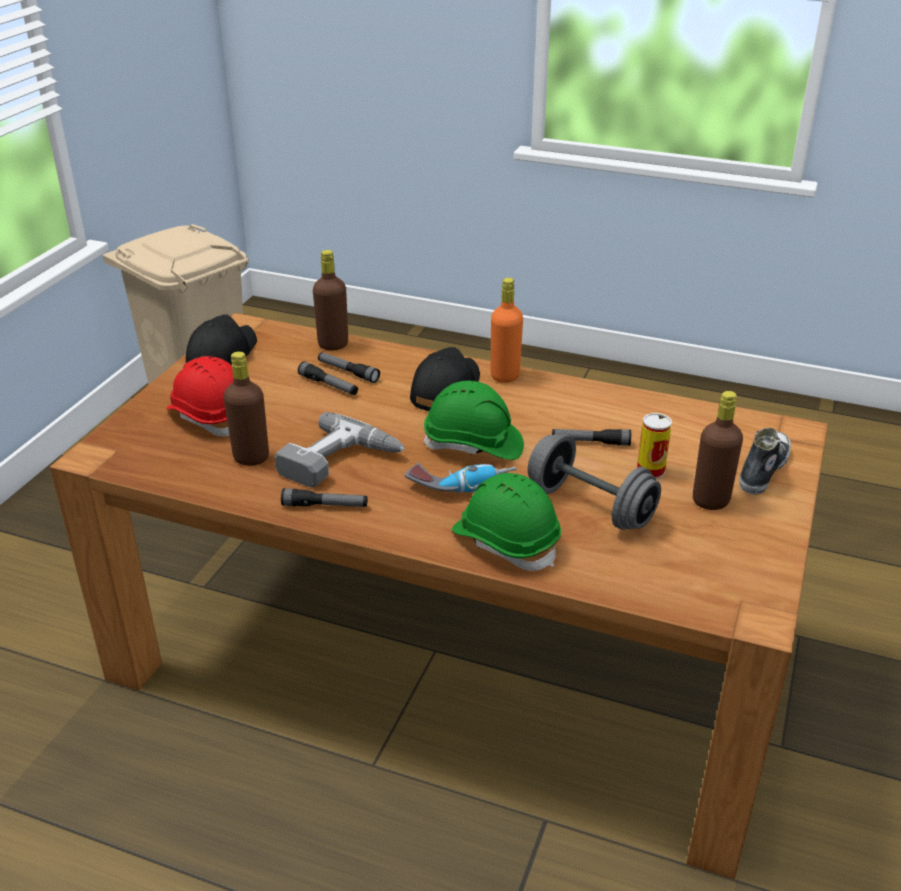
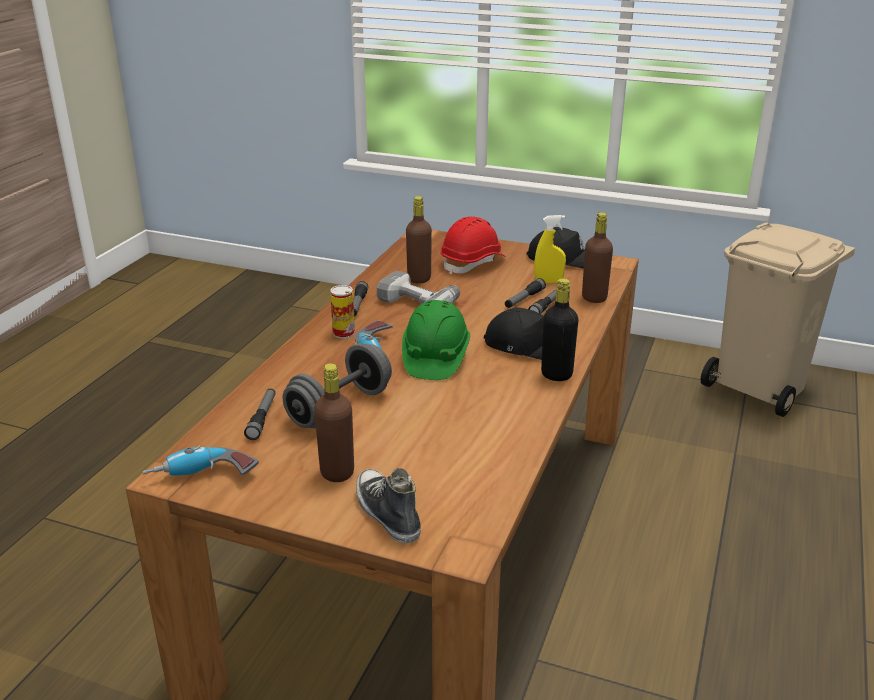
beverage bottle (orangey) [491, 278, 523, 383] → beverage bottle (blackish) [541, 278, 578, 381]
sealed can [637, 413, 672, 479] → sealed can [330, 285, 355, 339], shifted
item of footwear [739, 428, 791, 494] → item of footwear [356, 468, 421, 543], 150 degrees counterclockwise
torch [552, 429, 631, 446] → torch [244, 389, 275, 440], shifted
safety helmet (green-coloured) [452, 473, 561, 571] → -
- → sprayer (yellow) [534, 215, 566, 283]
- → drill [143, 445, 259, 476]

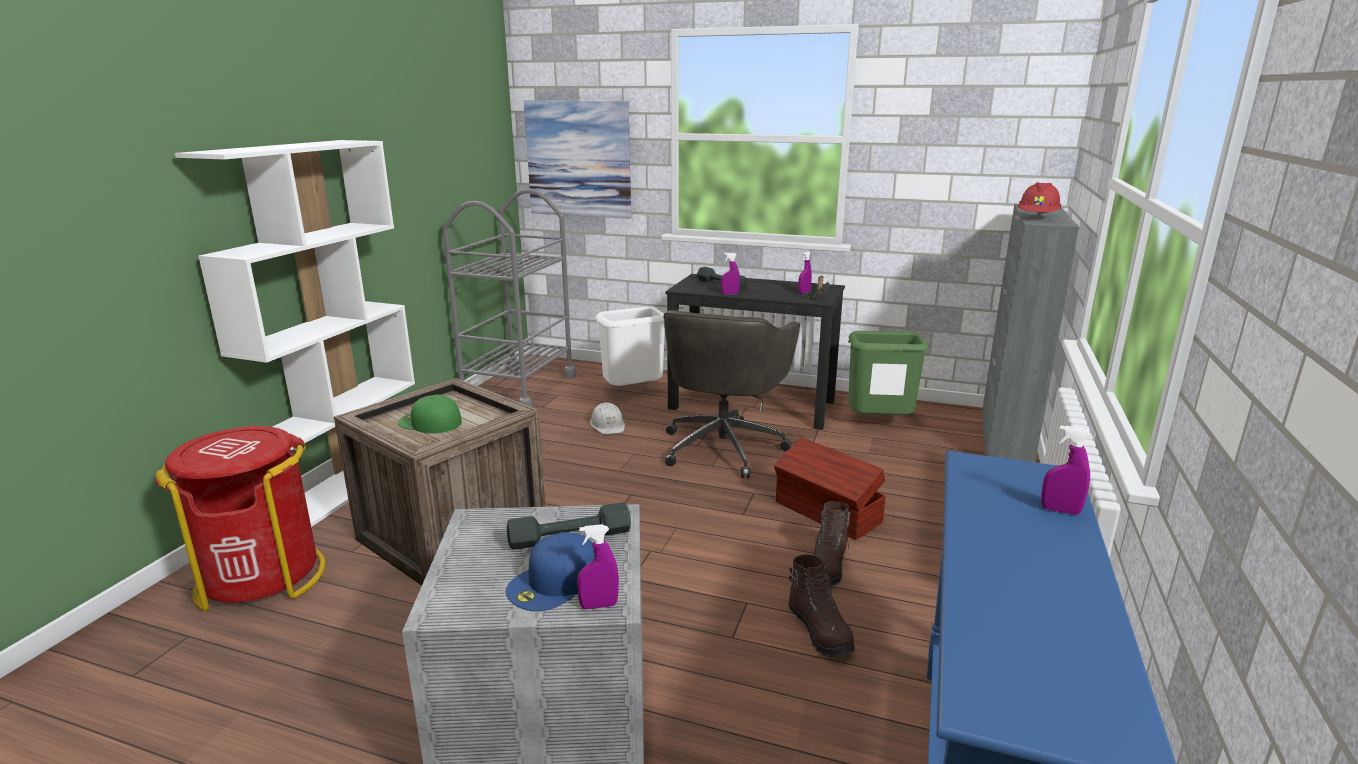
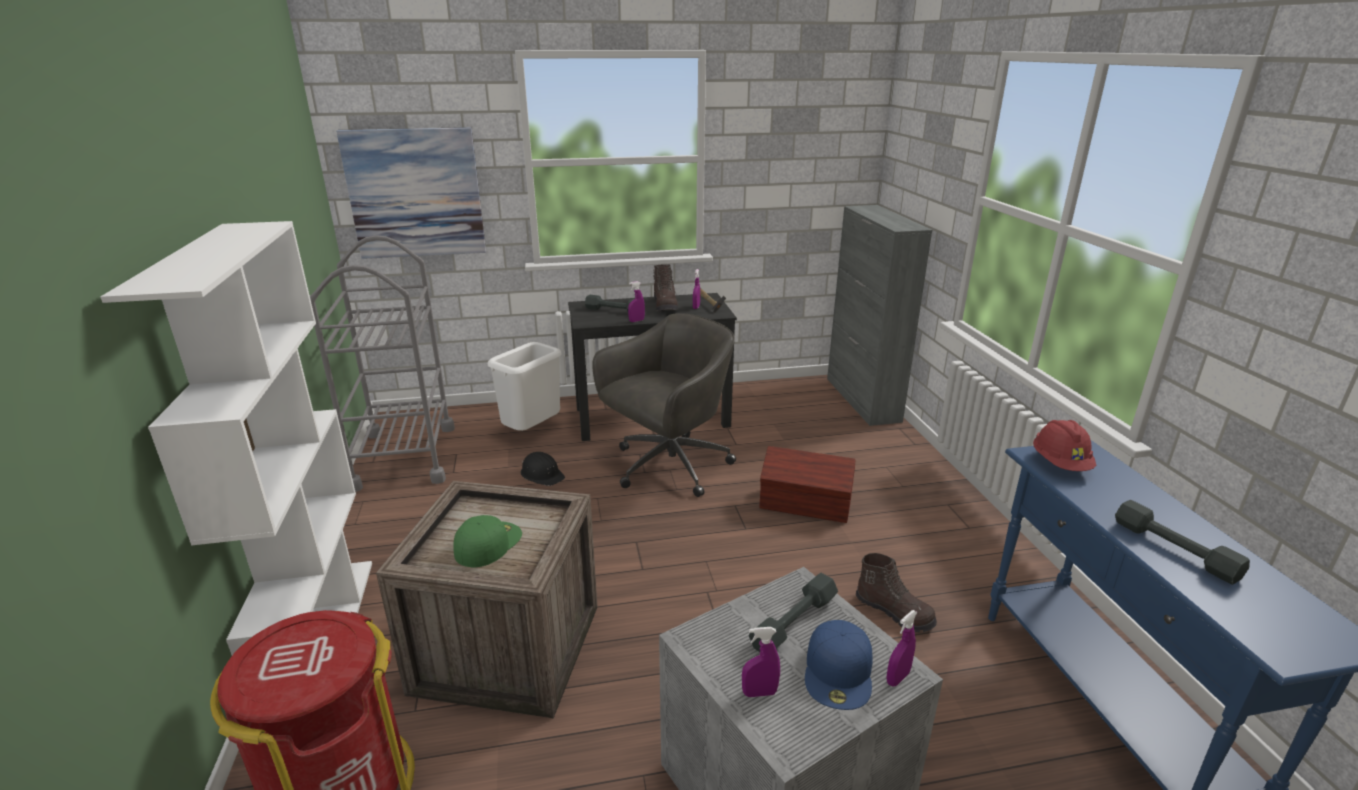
safety helmet (red) [1018, 182, 1062, 215] → safety helmet (red) [1033, 420, 1096, 471], shifted
computer chair (grey) [664, 310, 800, 478] → computer chair (grey) [592, 313, 736, 497], 120 degrees counterclockwise
waste bin (green-coloured) [848, 331, 928, 415] → -
baseball cap (green-coloured) [398, 395, 462, 433] → baseball cap (green-coloured) [453, 515, 522, 567], 120 degrees clockwise
safety helmet (white) [590, 402, 625, 434] → safety helmet (blackish) [521, 452, 565, 486]
sprayer (purple-coloured) [1041, 426, 1091, 515] → sprayer (purple-coloured) [742, 627, 780, 697], shifted
boot (brown) [813, 501, 851, 586] → boot (brown) [653, 264, 678, 311], shifted
- → free weight (grey) [1115, 500, 1250, 585]

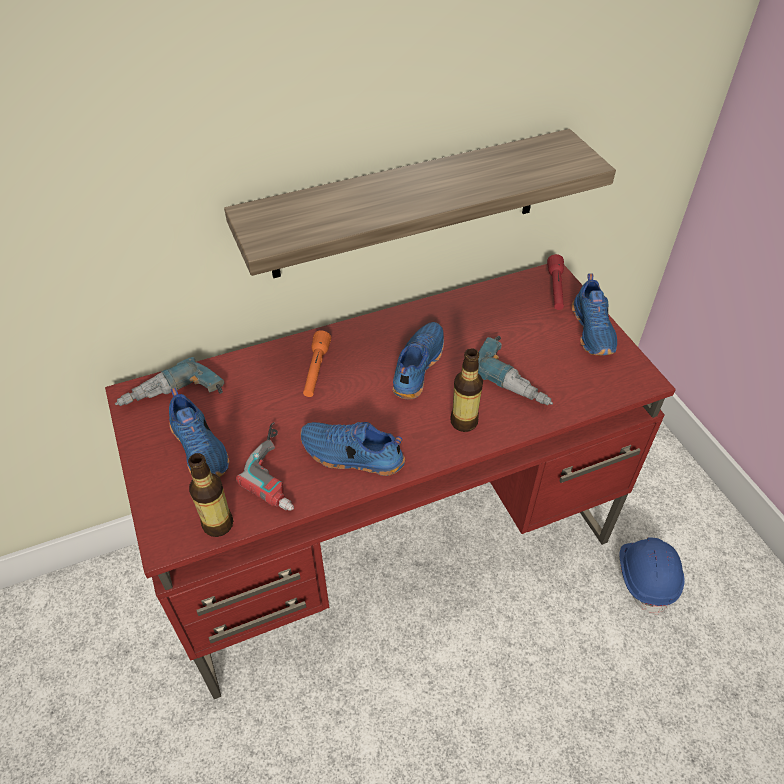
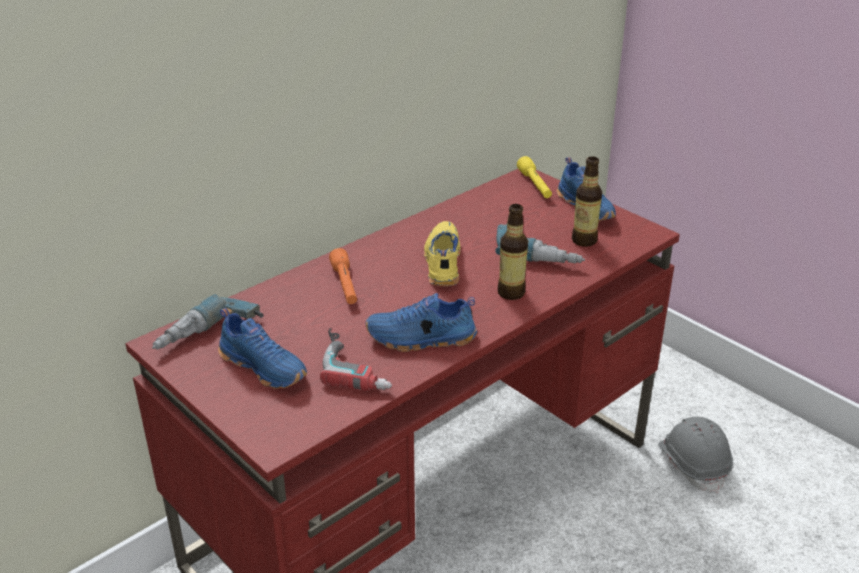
wall shelf [224, 129, 616, 278] → -
torch (red) [547, 254, 564, 310] → torch (yellow) [517, 156, 552, 198]
item of footwear (blue) [392, 322, 444, 399] → item of footwear (yellow) [424, 221, 461, 286]
beverage bottle [188, 453, 234, 537] → beverage bottle [572, 156, 602, 247], shifted
safety helmet (blue) [619, 538, 685, 615] → safety helmet (grey) [658, 417, 733, 493]

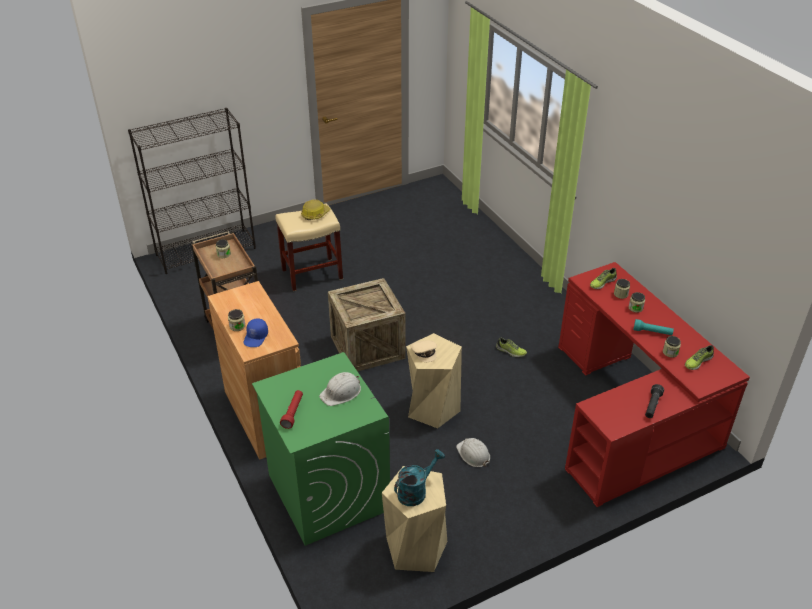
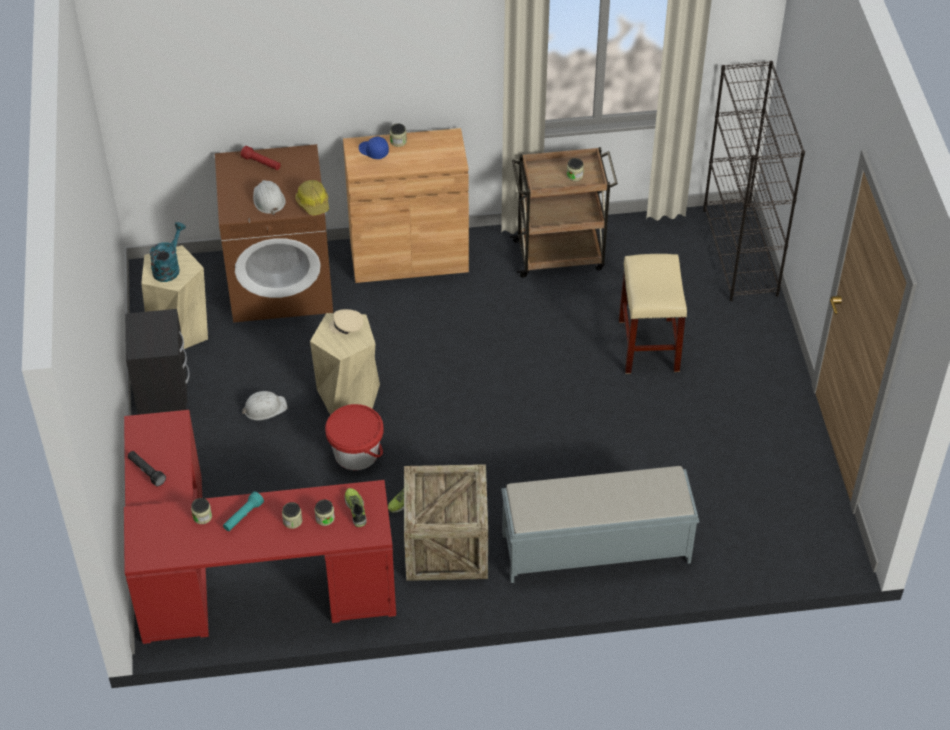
safety helmet [301, 199, 331, 220] → safety helmet [295, 180, 329, 215], shifted
crate [328, 278, 406, 372] → crate [404, 464, 488, 581], shifted
item of footwear [685, 345, 714, 370] → -
laundry appliance (green-coloured) [252, 352, 390, 546] → laundry appliance (brown) [215, 144, 333, 323]
sprinkling can (turquoise-coloured) [394, 449, 445, 506] → sprinkling can (turquoise-coloured) [150, 222, 186, 282], 135 degrees counterclockwise
- → bedside table (blackish) [125, 309, 190, 415]
- → bucket (red) [325, 404, 383, 470]
- → indoor bench (grey) [501, 466, 699, 583]

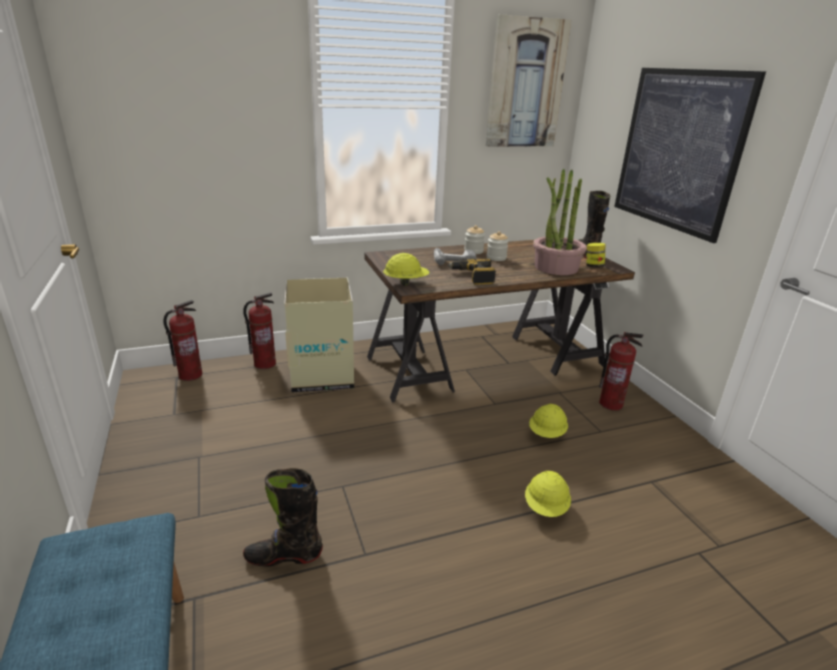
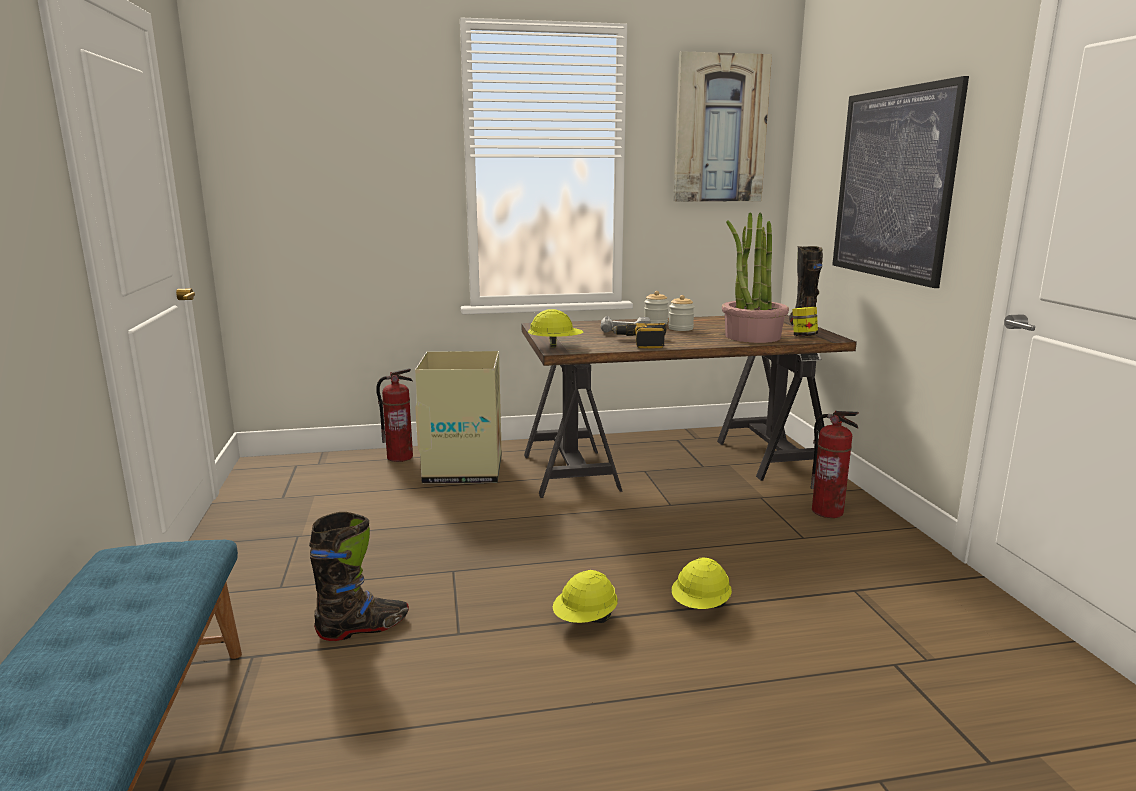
fire extinguisher [163, 300, 202, 381] → -
safety helmet (yellow) [529, 404, 568, 438] → safety helmet (yellow) [553, 570, 618, 623], shifted
boot (blackish) [243, 468, 323, 566] → boot (blackish) [309, 512, 409, 641], 150 degrees clockwise

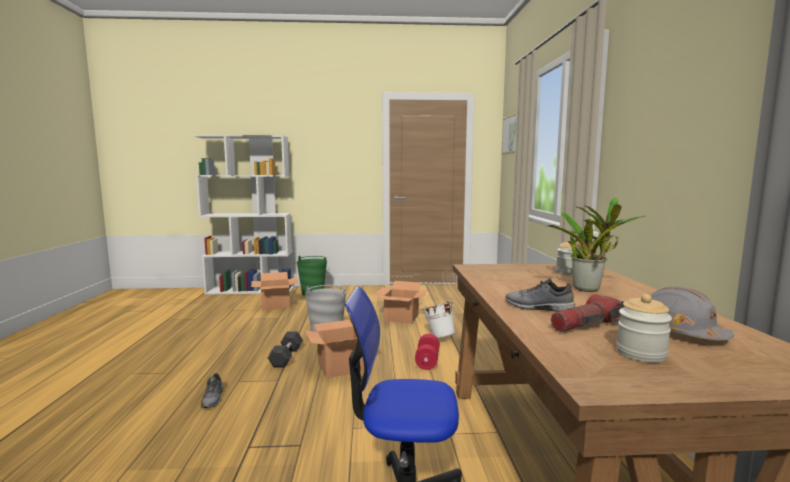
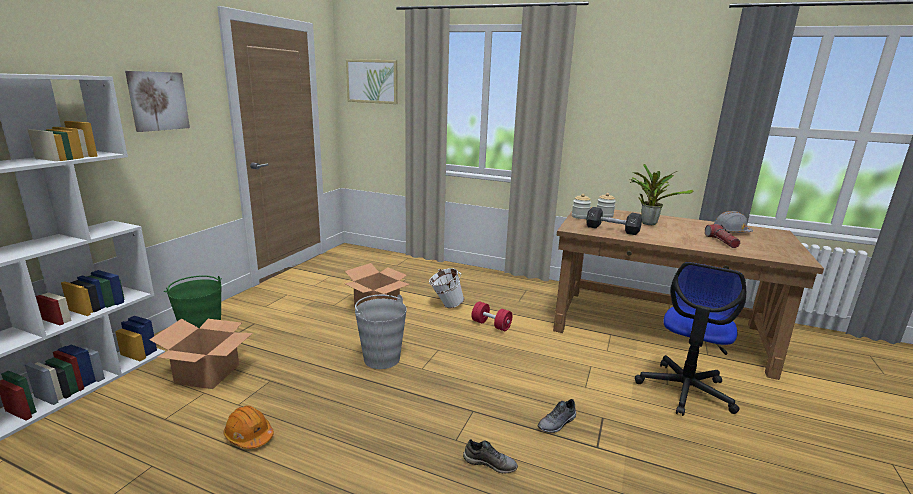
item of footwear (grey) [505, 278, 575, 312] → item of footwear (grey) [538, 399, 576, 433], shifted
preserve jar [616, 294, 672, 363] → preserve jar [572, 194, 591, 219], shifted
cardboard box [305, 320, 364, 378] → -
free weight (blackish) [268, 331, 303, 368] → free weight (blackish) [586, 207, 642, 235], shifted
- → wall art [125, 71, 190, 132]
- → safety helmet (orangey) [223, 406, 274, 449]

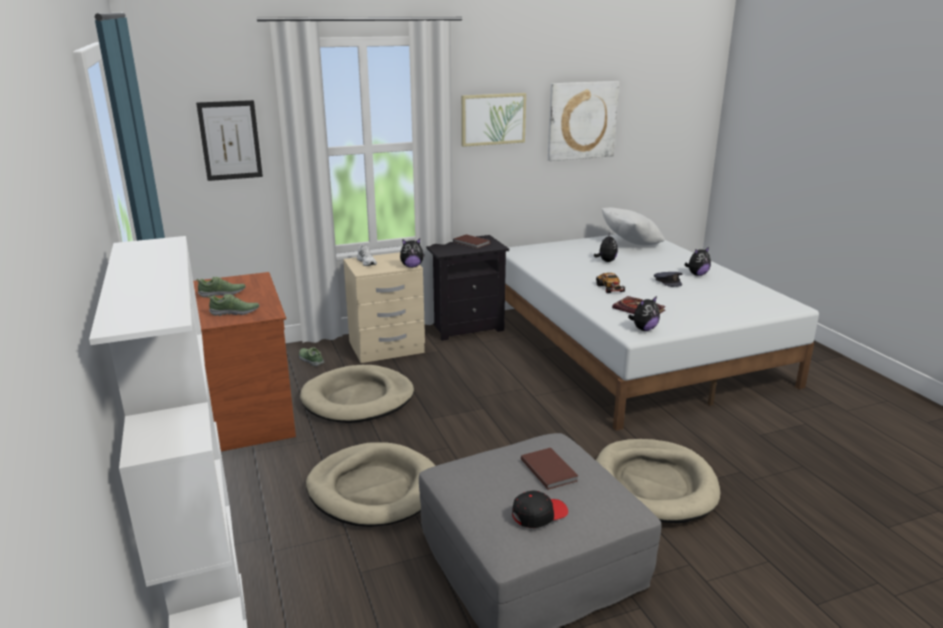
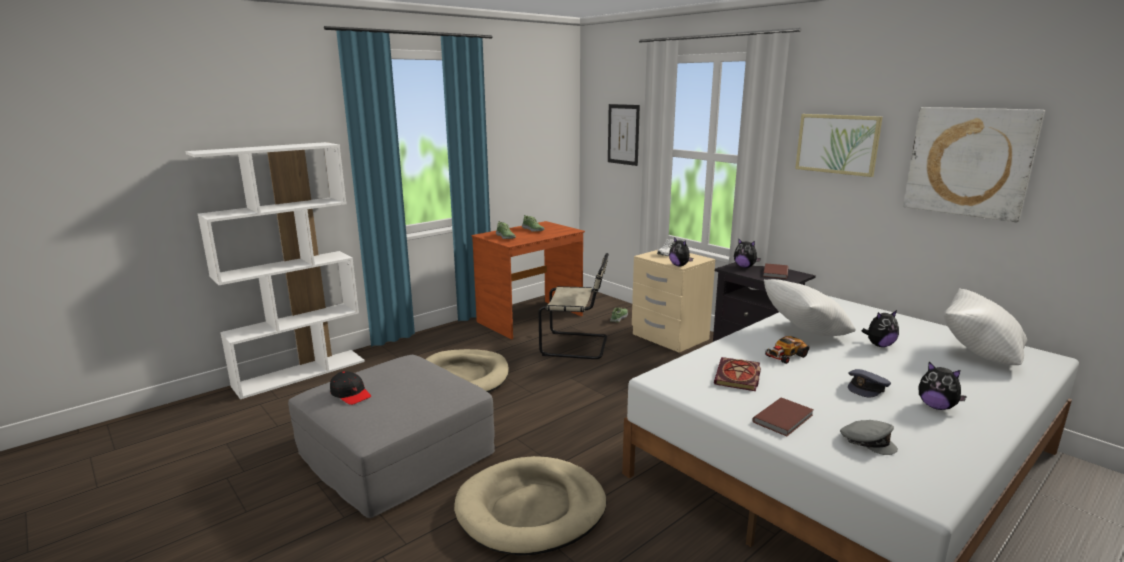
cuddly toy [628, 296, 660, 331] → cuddly toy [734, 238, 761, 268], shifted
dog cushion (sand-coloured) [300, 365, 414, 423] → chair (sand-coloured) [539, 253, 609, 359]
bound book (brown) [521, 448, 578, 490] → bound book (brown) [752, 397, 814, 436], shifted
- → throw pillow (white) [764, 279, 856, 336]
- → baseball cap (grey) [840, 420, 898, 455]

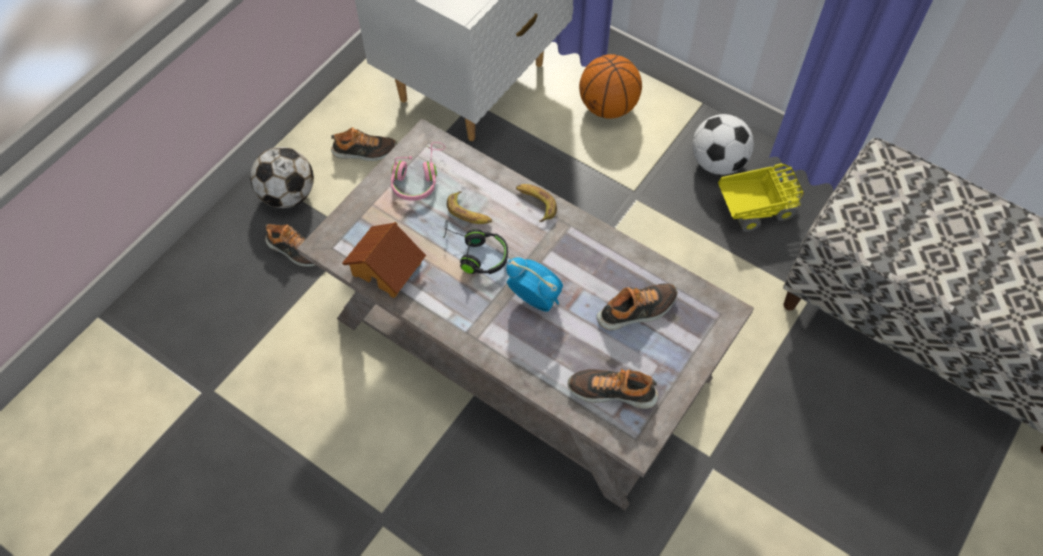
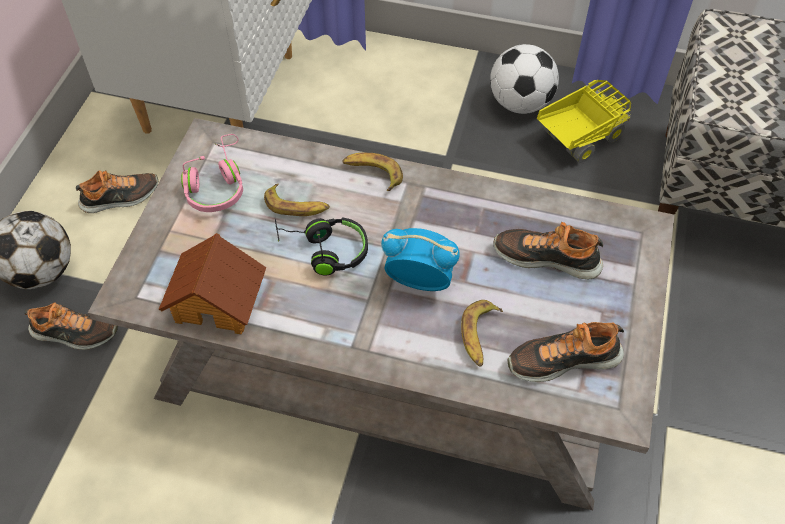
basketball [579, 54, 642, 119] → -
item of footwear [597, 284, 678, 330] → item of footwear [493, 222, 603, 279], 120 degrees counterclockwise
- → whole banana [461, 300, 503, 367]

